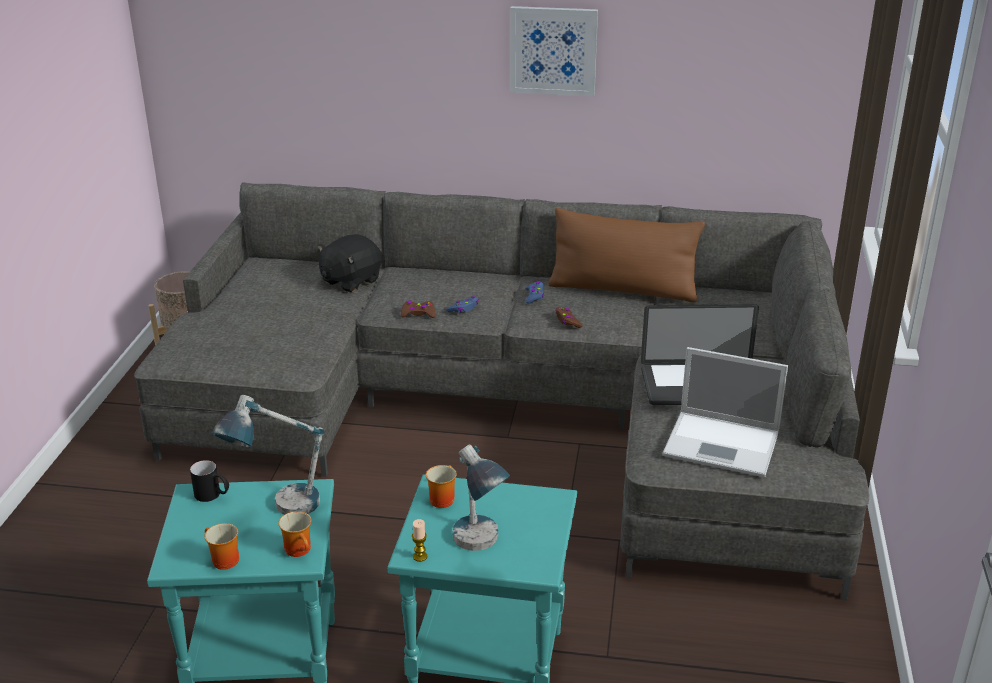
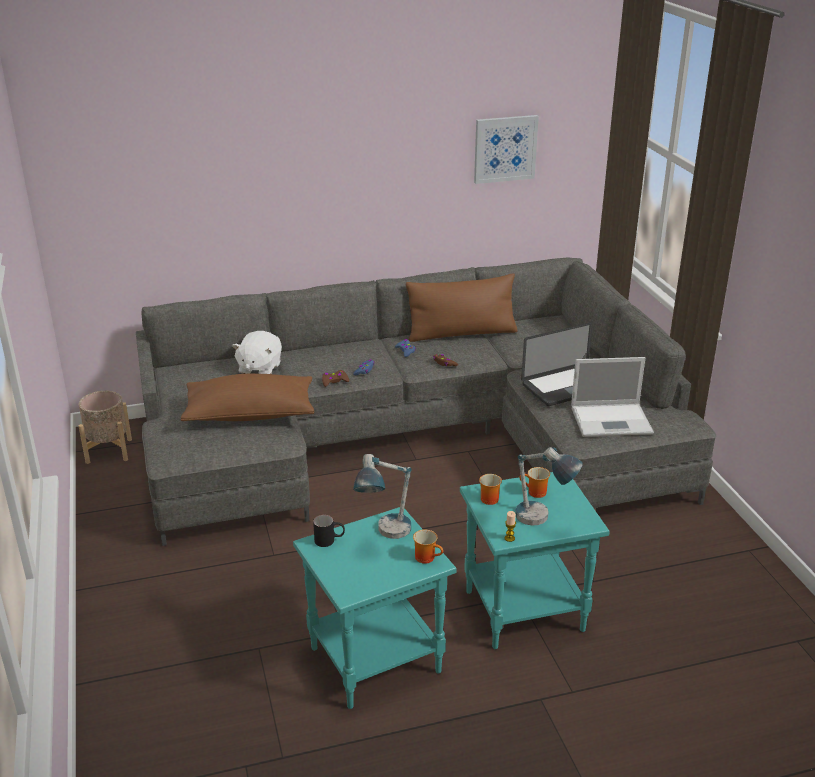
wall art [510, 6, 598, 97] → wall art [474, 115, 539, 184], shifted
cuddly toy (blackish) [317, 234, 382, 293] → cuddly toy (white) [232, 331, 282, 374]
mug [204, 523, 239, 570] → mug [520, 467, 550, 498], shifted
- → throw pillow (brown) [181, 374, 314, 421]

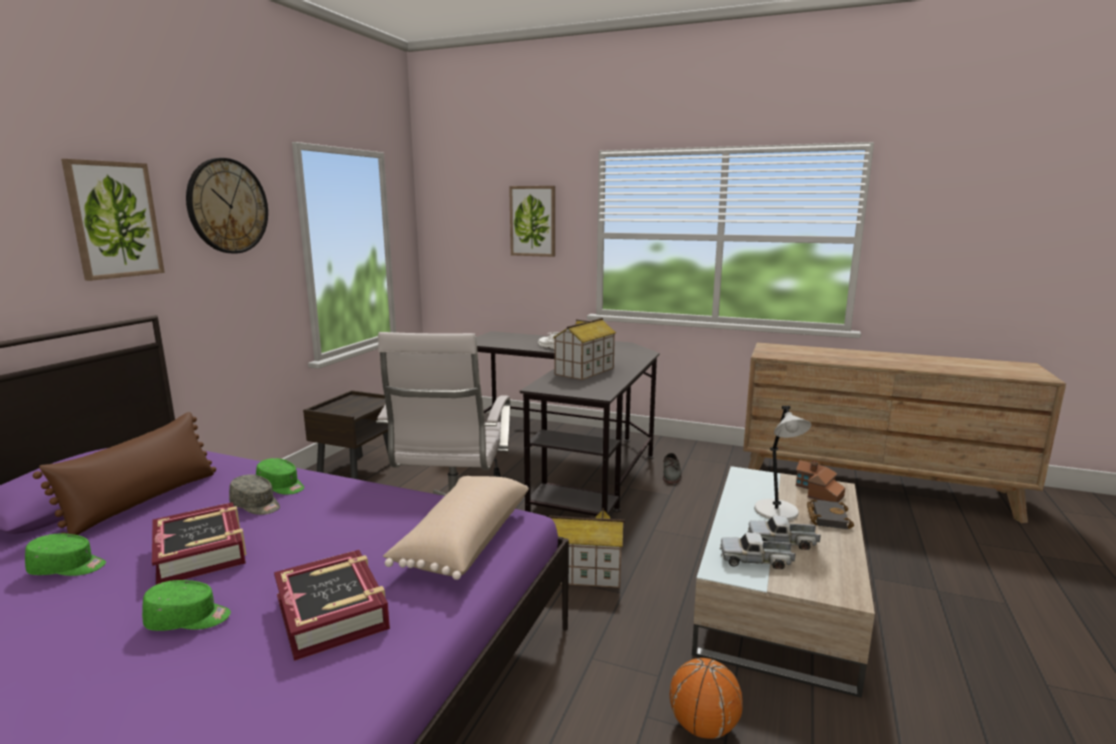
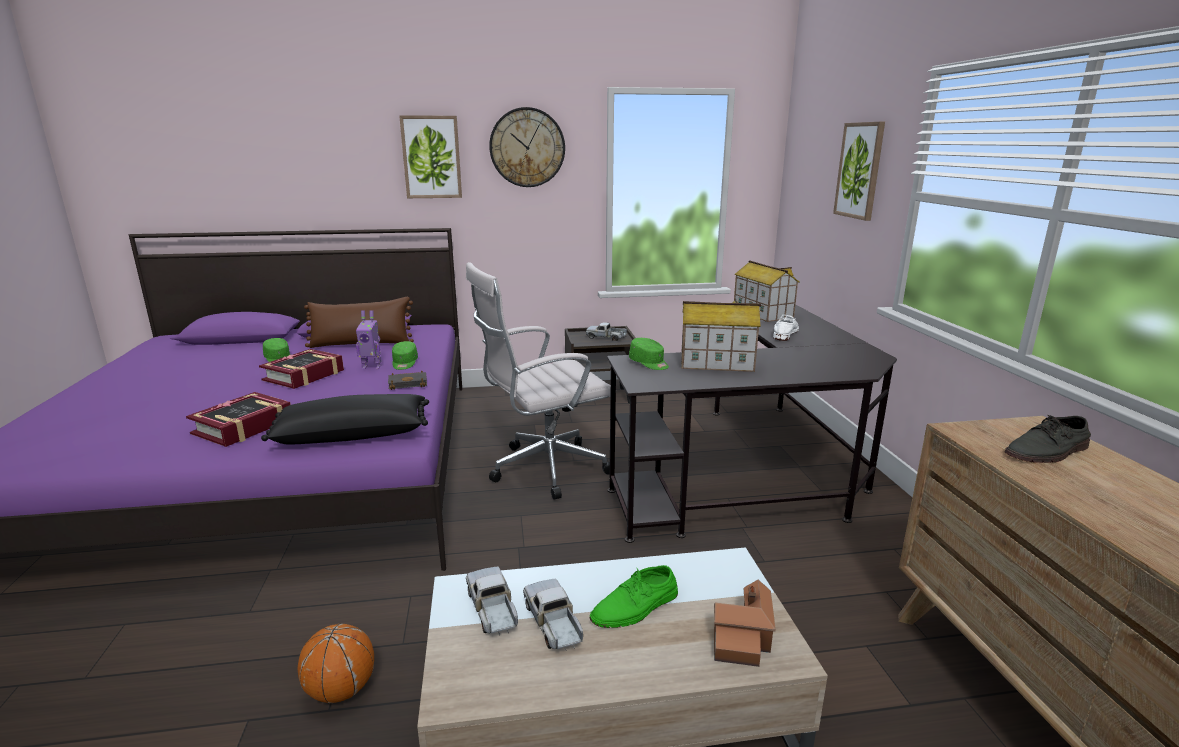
table lamp (grey) [754, 406, 812, 521] → item of footwear (green-coloured) [590, 565, 678, 628]
item of footwear (grey) [663, 453, 682, 483] → item of footwear (grey) [1005, 415, 1091, 463], shifted
baseball cap (grey) [229, 475, 280, 515] → toy robot [356, 310, 381, 369]
throw pillow (sand-coloured) [383, 476, 529, 580] → throw pillow (blackish) [261, 394, 429, 444]
bound book (blackish) [807, 499, 854, 529] → bound book (blackish) [388, 371, 427, 390], shifted
model house [549, 508, 625, 588] → model house [734, 260, 799, 322], shifted
baseball cap (green-coloured) [142, 580, 231, 631] → baseball cap (green-coloured) [629, 338, 669, 370], shifted
- → toy truck [586, 322, 627, 341]

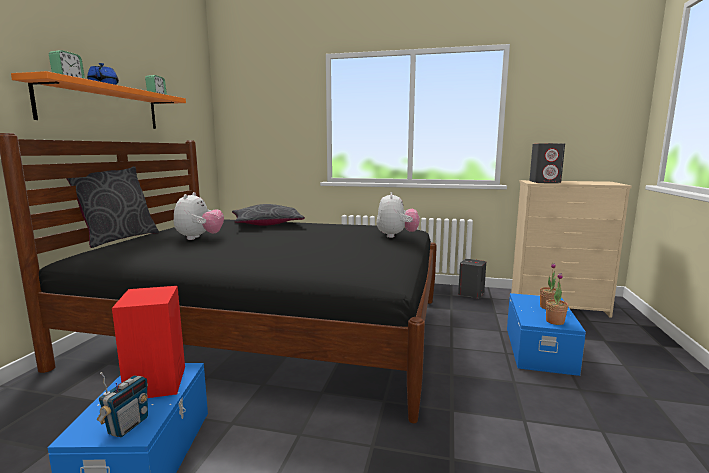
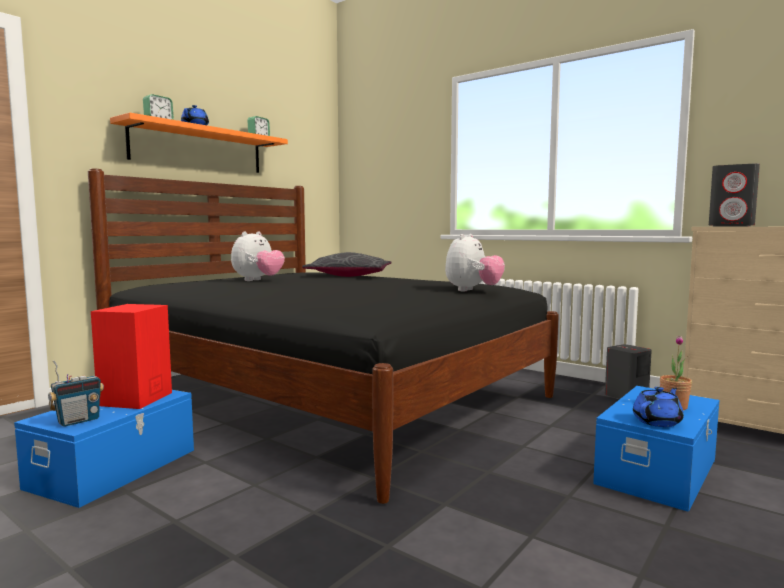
throw pillow (grey) [66, 166, 159, 248] → -
plant in a pot [546, 273, 568, 325] → tea pot (blue) [633, 387, 684, 427]

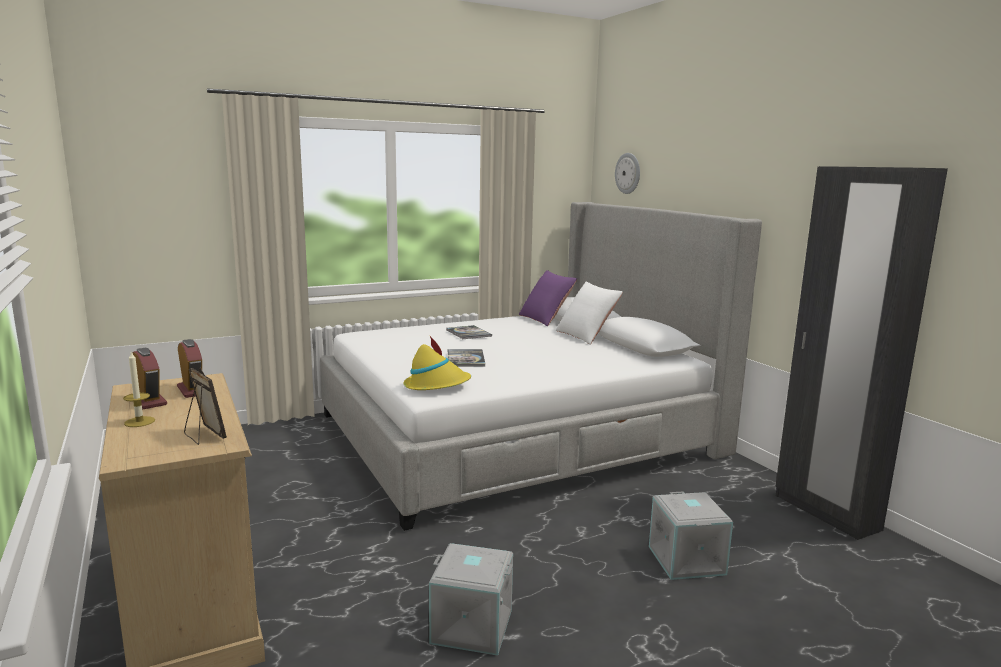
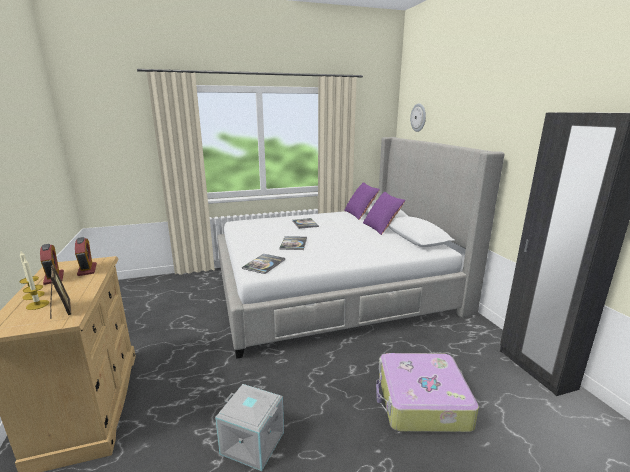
throw pillow (white) [556, 282, 623, 345] → throw pillow (purple-coloured) [363, 191, 405, 235]
hat (yellow) [404, 336, 471, 390] → bound book [242, 254, 285, 274]
storage container (grey) [649, 492, 733, 580] → suitcase [376, 353, 479, 432]
- → wax candle [23, 258, 49, 310]

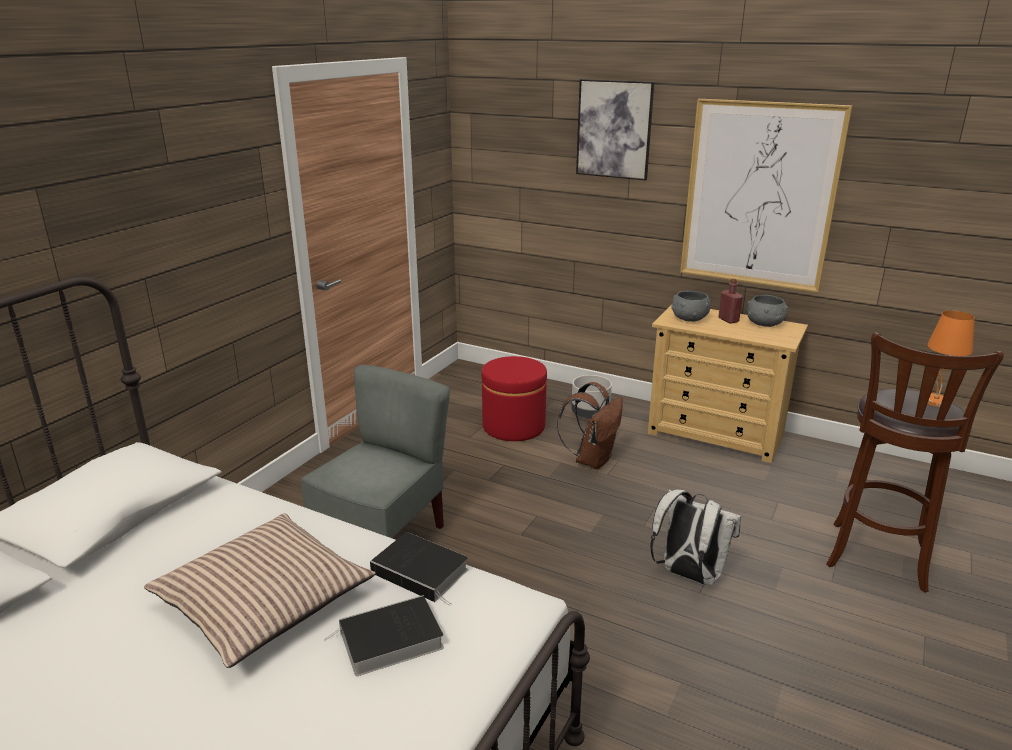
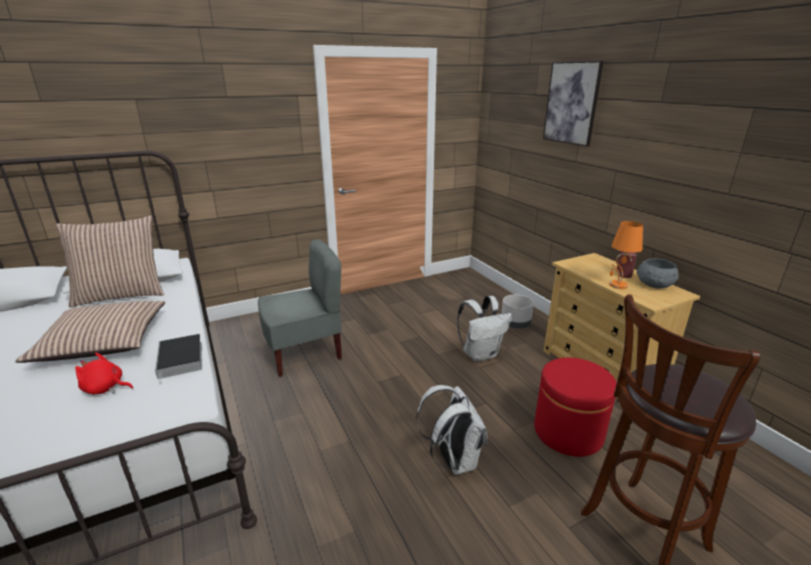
wall art [680, 99, 852, 292] → -
serving bowl (grey) [671, 291, 711, 322] → -
table lamp (orangey) [927, 310, 975, 407] → table lamp (orangey) [610, 221, 643, 289], shifted
pouffe (red) [481, 356, 547, 441] → pouffe (red) [534, 357, 617, 457], shifted
knapsack (brown) [557, 382, 623, 469] → knapsack (white) [457, 296, 512, 362]
bound book [324, 595, 444, 676] → cuddly toy (red) [75, 353, 133, 394]
- → throw pillow [55, 216, 164, 308]

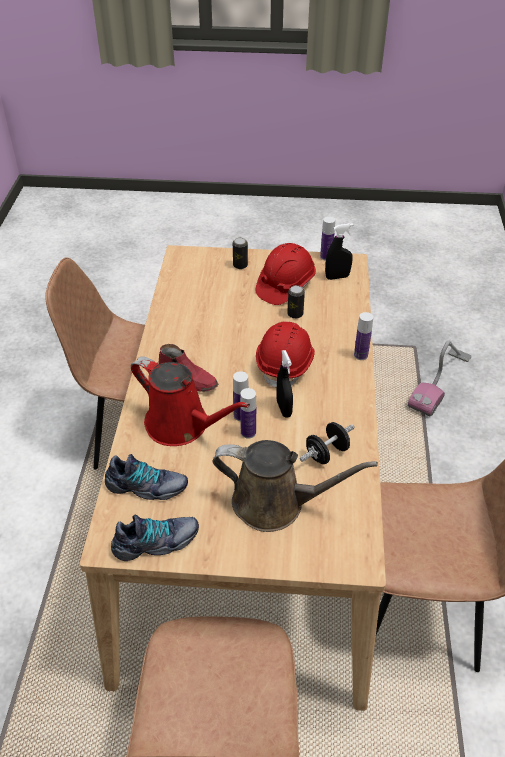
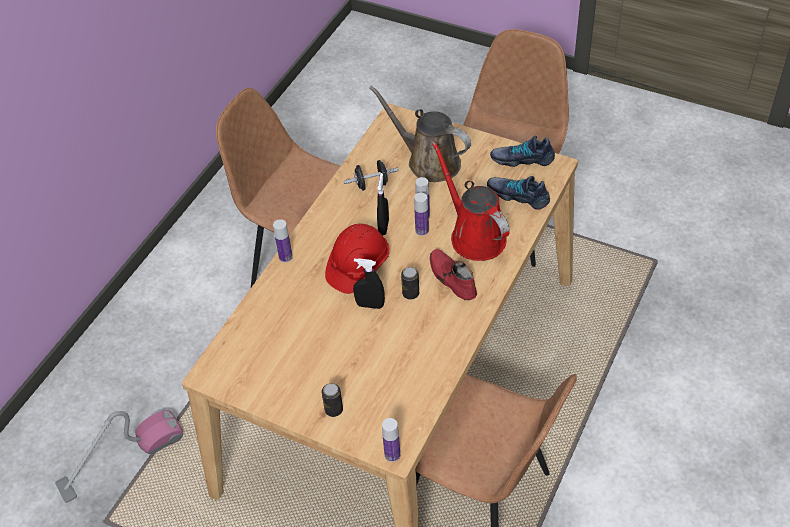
beverage bottle [320, 216, 335, 261] → beverage bottle [382, 418, 400, 462], shifted
sprayer (blackish) [325, 223, 353, 280] → sprayer (blackish) [353, 258, 385, 309], shifted
safety helmet (red) [256, 243, 316, 305] → -
sealed can [287, 285, 305, 319] → sealed can [401, 267, 419, 300], shifted

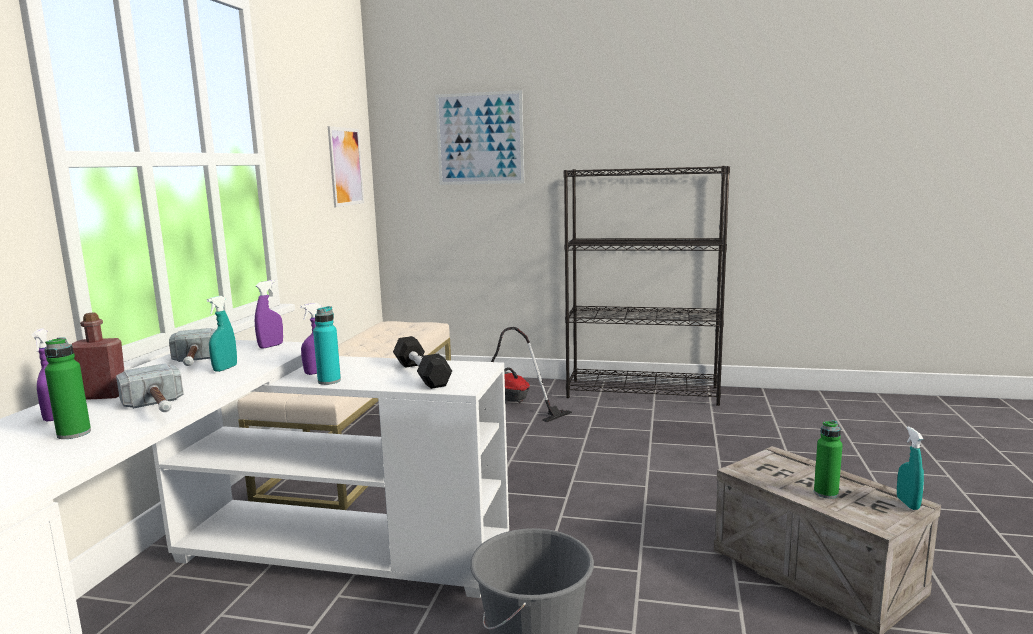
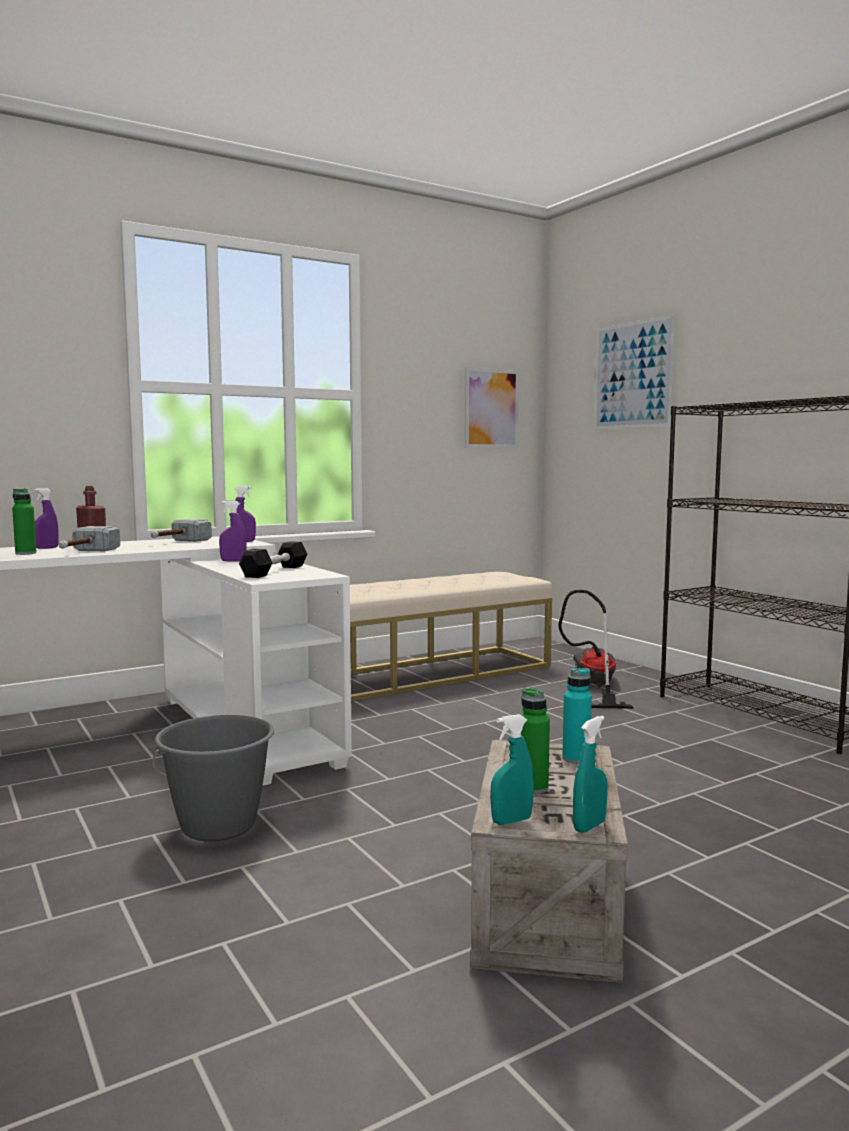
sprayer (turquoise-coloured) [207, 296, 237, 372] → sprayer (turquoise-coloured) [490, 714, 534, 825], shifted
beverage bottle (turquoise-coloured) [313, 306, 341, 385] → beverage bottle (turquoise-coloured) [562, 668, 592, 764], shifted

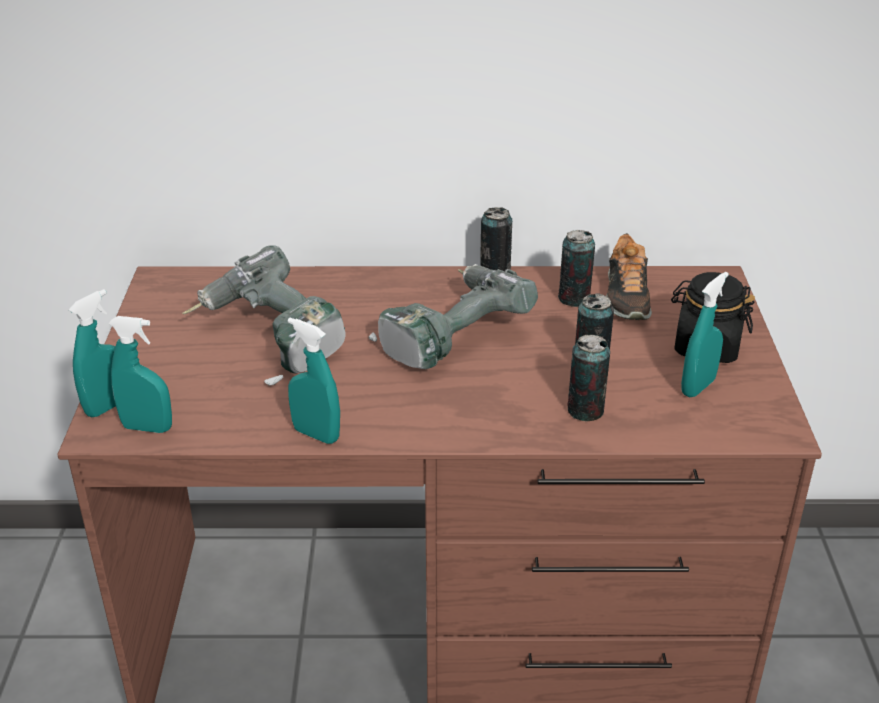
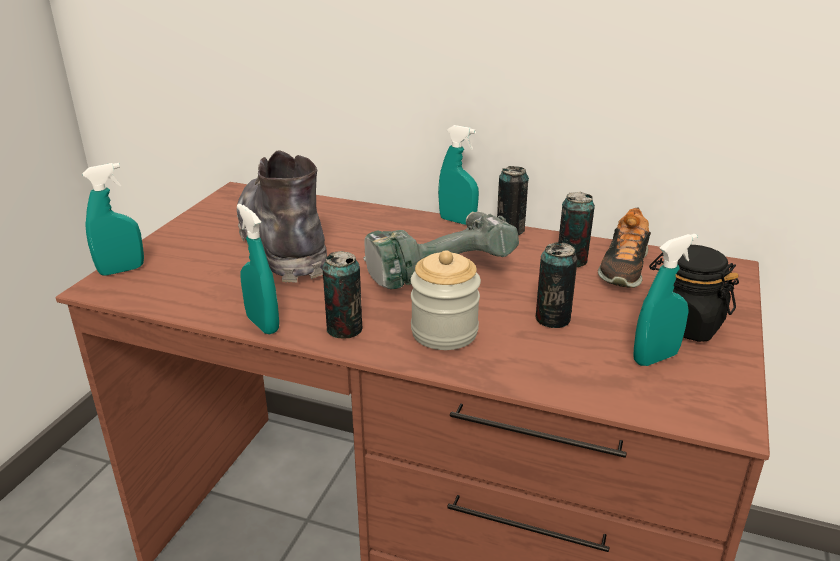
drill [182, 245, 345, 386] → boot (grey) [237, 150, 327, 283]
sprayer (turquoise-coloured) [109, 316, 172, 433] → sprayer (turquoise-coloured) [438, 125, 479, 225], shifted
sealed can [568, 335, 610, 421] → sealed can [322, 251, 362, 339], shifted
- → preserve jar [411, 250, 481, 350]

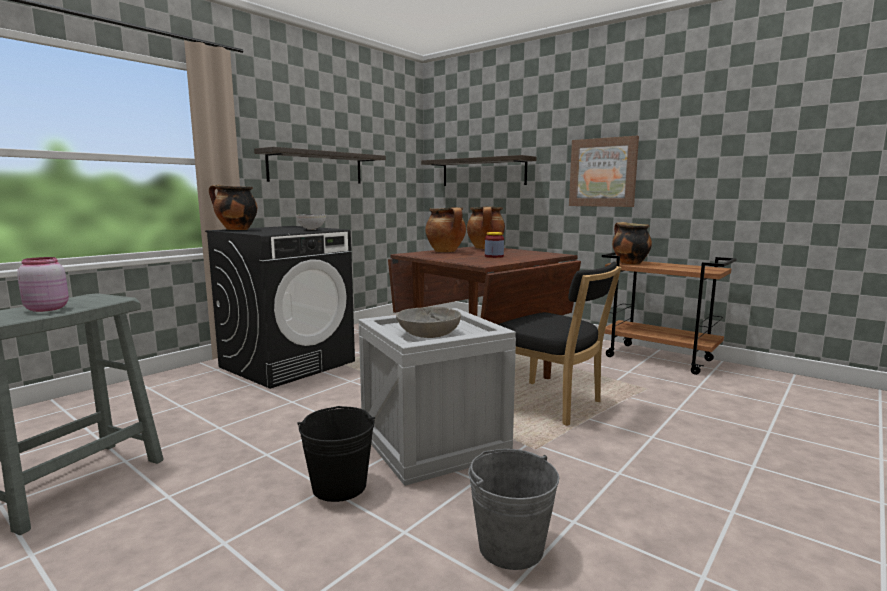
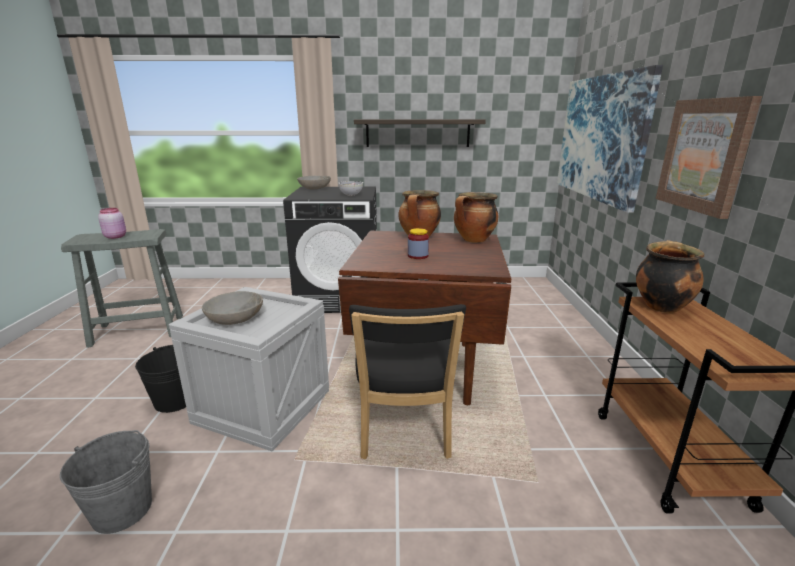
wall shelf [421, 155, 536, 186] → wall art [557, 65, 663, 213]
saucepot [209, 185, 257, 230] → serving bowl (grey) [297, 176, 331, 189]

